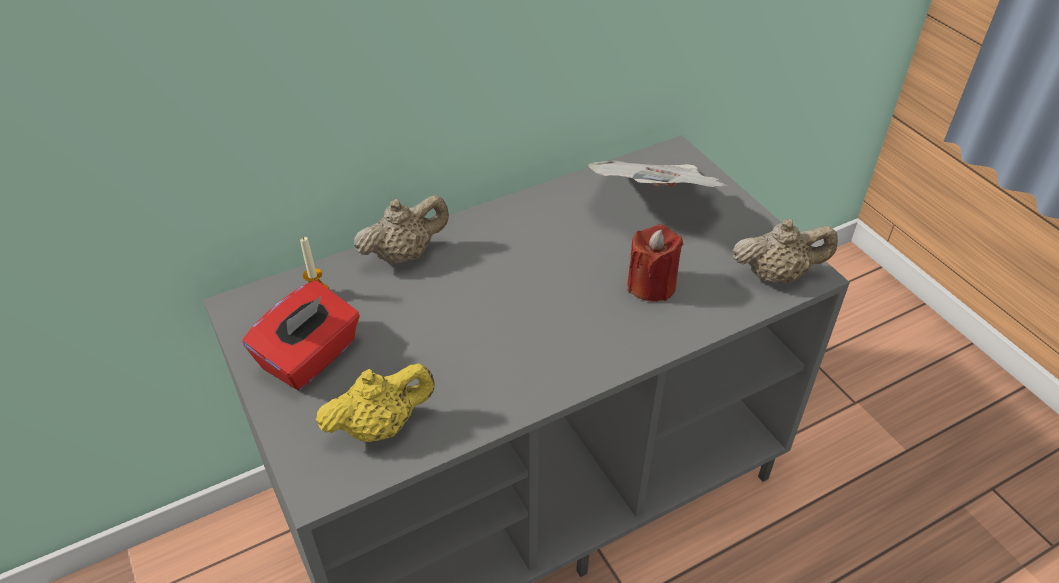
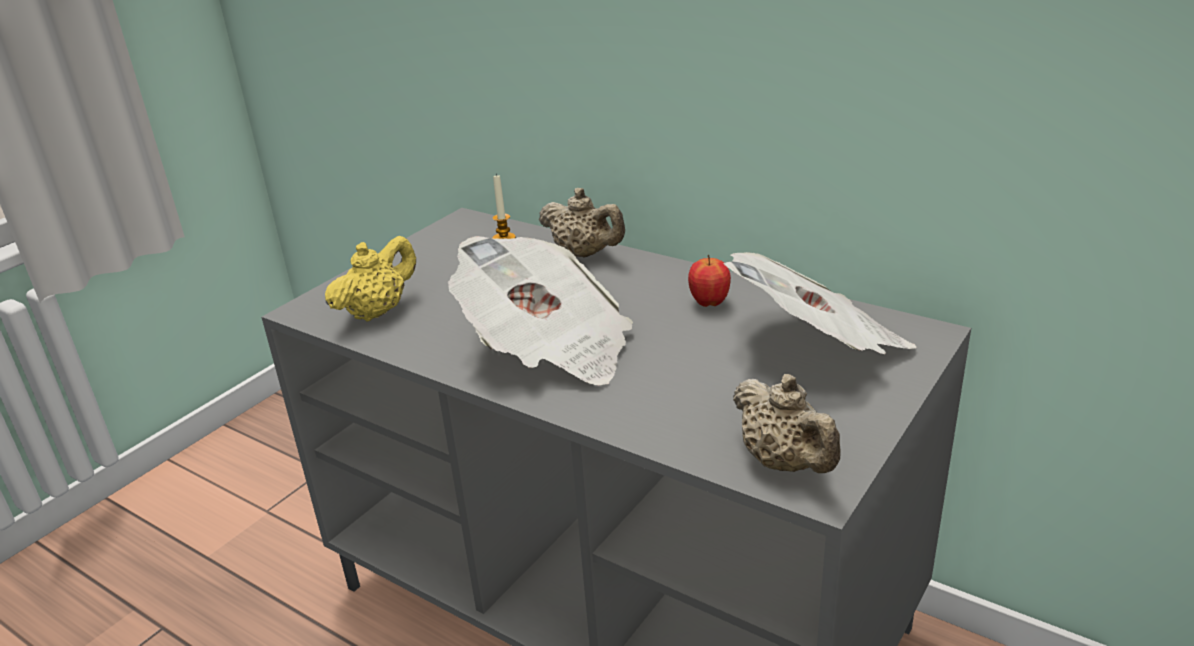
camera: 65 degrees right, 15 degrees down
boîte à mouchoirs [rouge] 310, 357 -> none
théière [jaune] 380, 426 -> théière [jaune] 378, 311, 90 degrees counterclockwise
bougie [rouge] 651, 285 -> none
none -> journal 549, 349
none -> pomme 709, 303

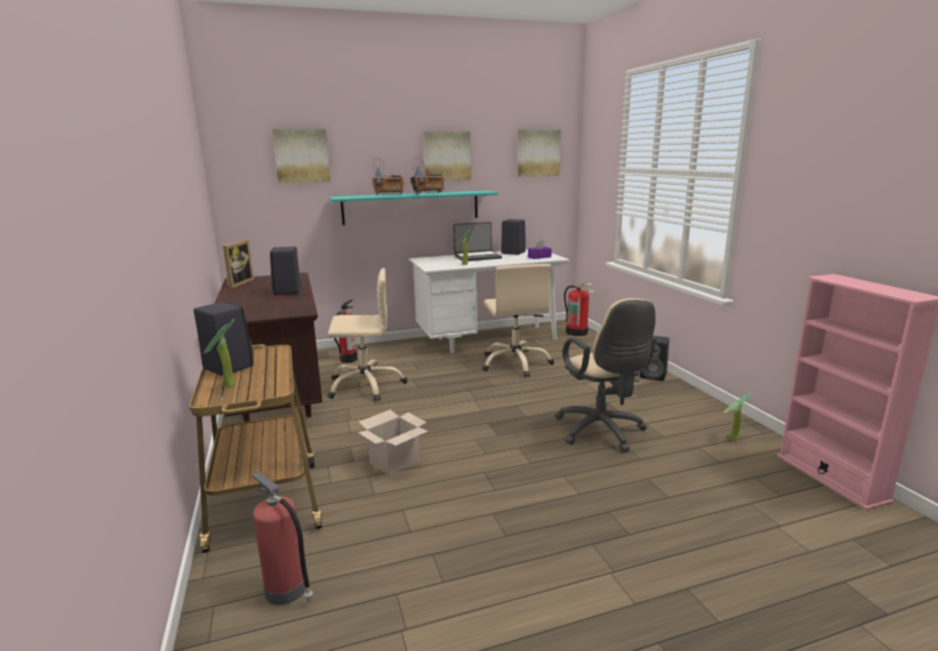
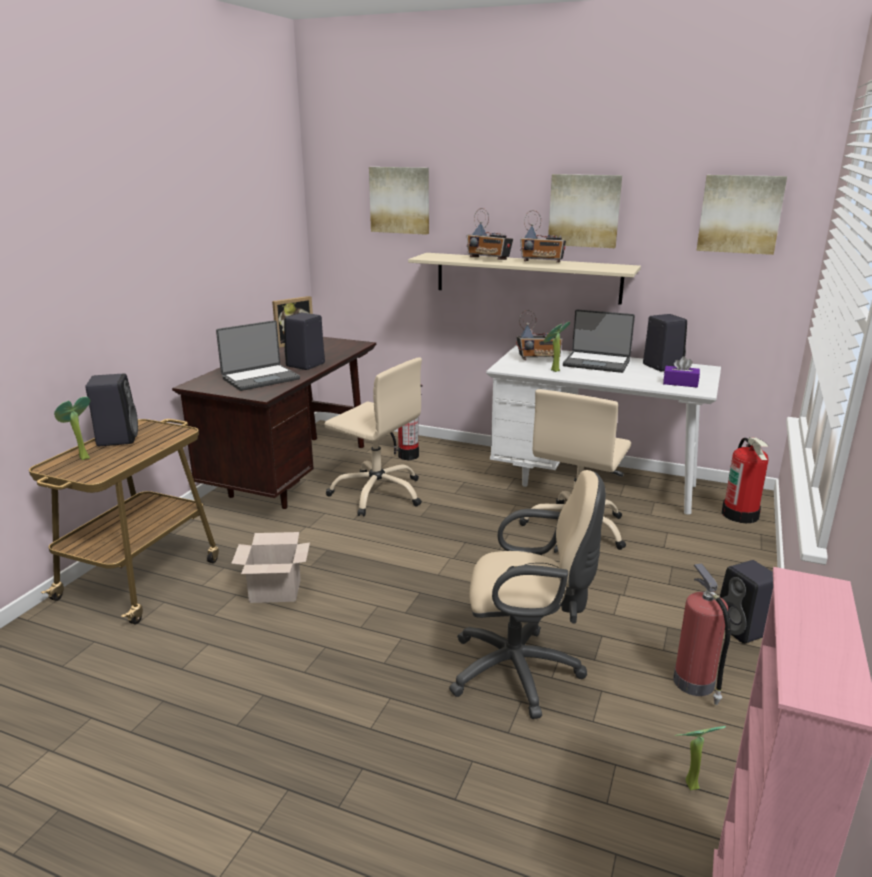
camera: 40 degrees right, 5 degrees up
extincteur 287, 590 -> extincteur 695, 684, shifted
étagère [turquoise] 411, 207 -> étagère [beige] 527, 277
chaise de bureau [beige] 602, 432 -> chaise de bureau [beige] 522, 672, 105 degrees counterclockwise
none -> ordinateur portable 260, 378
none -> radio 539, 359

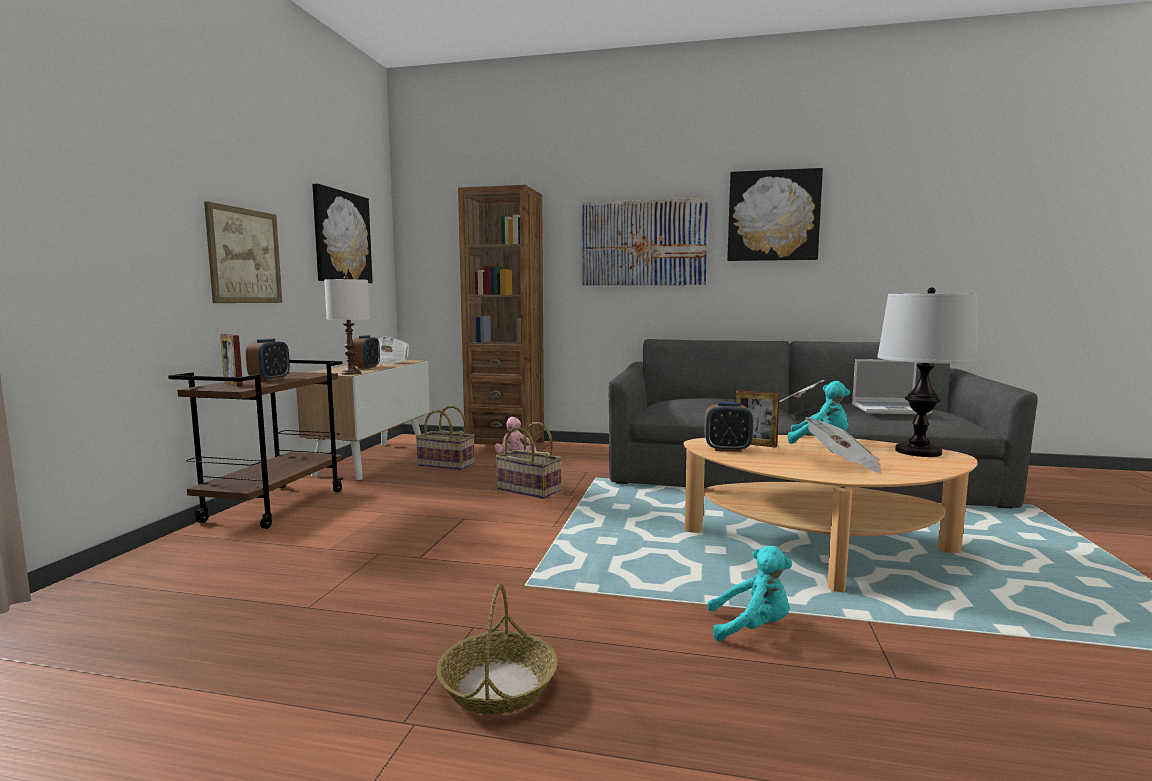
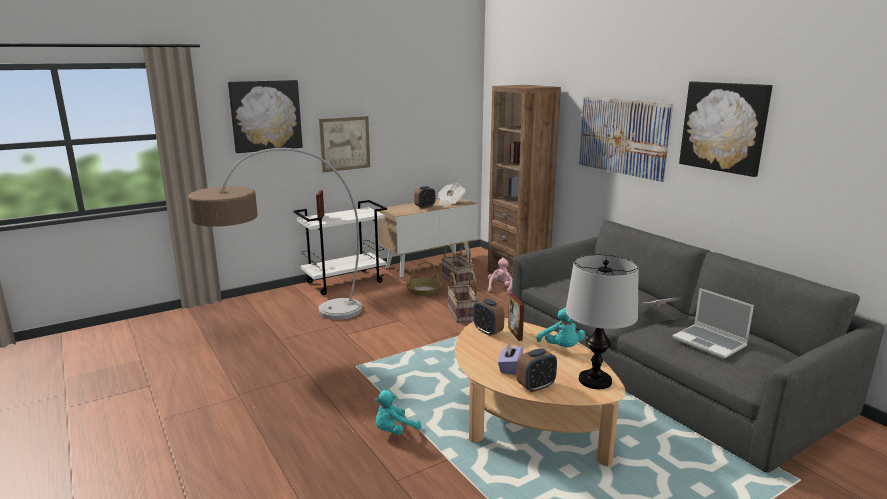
camera: 45 degrees right, 10 degrees up
chariot [marron] 275, 505 -> chariot [blanc] 345, 282
réveil 270, 379 -> réveil 536, 386, shifted
tableau 341, 237 -> tableau 266, 115, shifted
lampe de table [blanc] 351, 373 -> none
panier 498, 685 -> panier 423, 291, shifted
peluche [turquoise] 752, 628 -> peluche [turquoise] 394, 431, 90 degrees clockwise
journal 843, 465 -> boîte à mouchoirs [violet] 510, 367
none -> lampadaire 283, 325

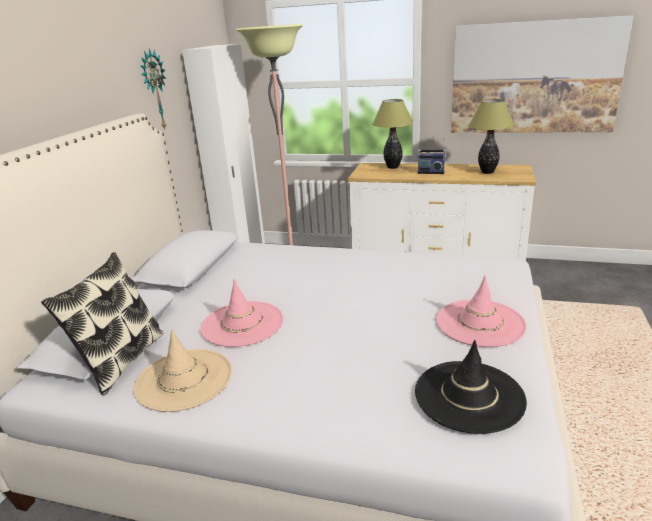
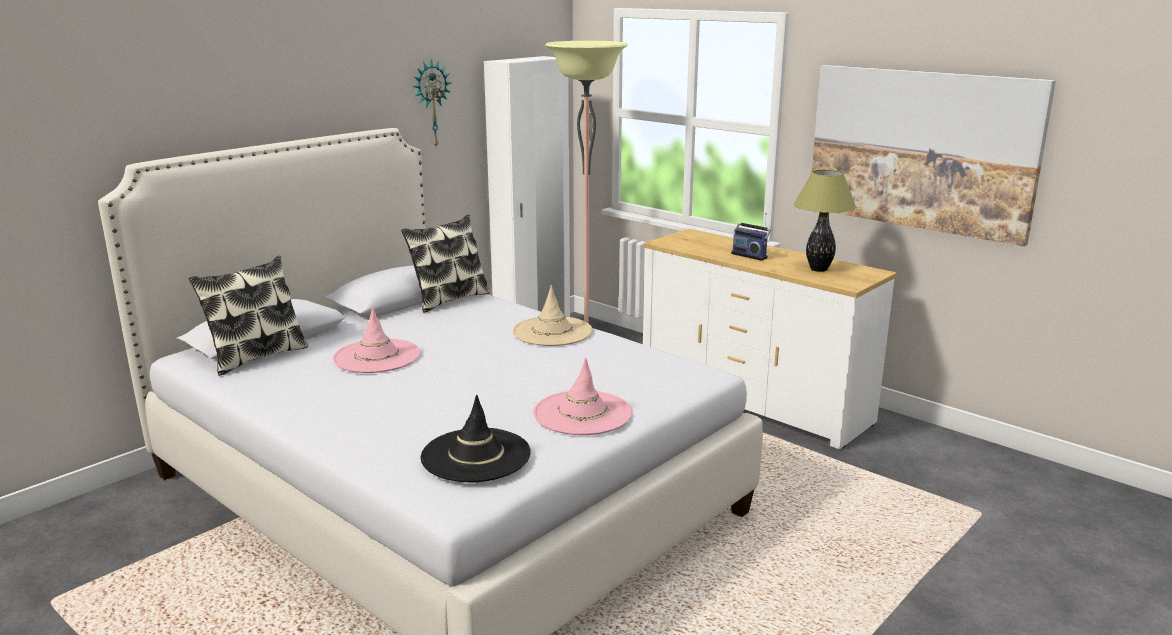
camera: 25 degrees right, 5 degrees down
chapeau [beige] 184, 380 -> chapeau [beige] 552, 332, shifted
lampe de table 393, 167 -> none
none -> coussin 449, 299

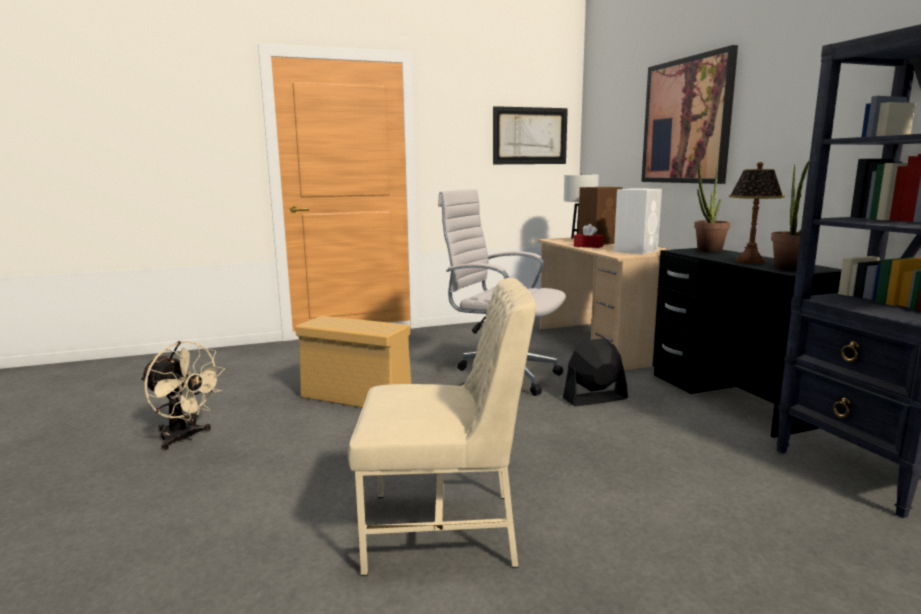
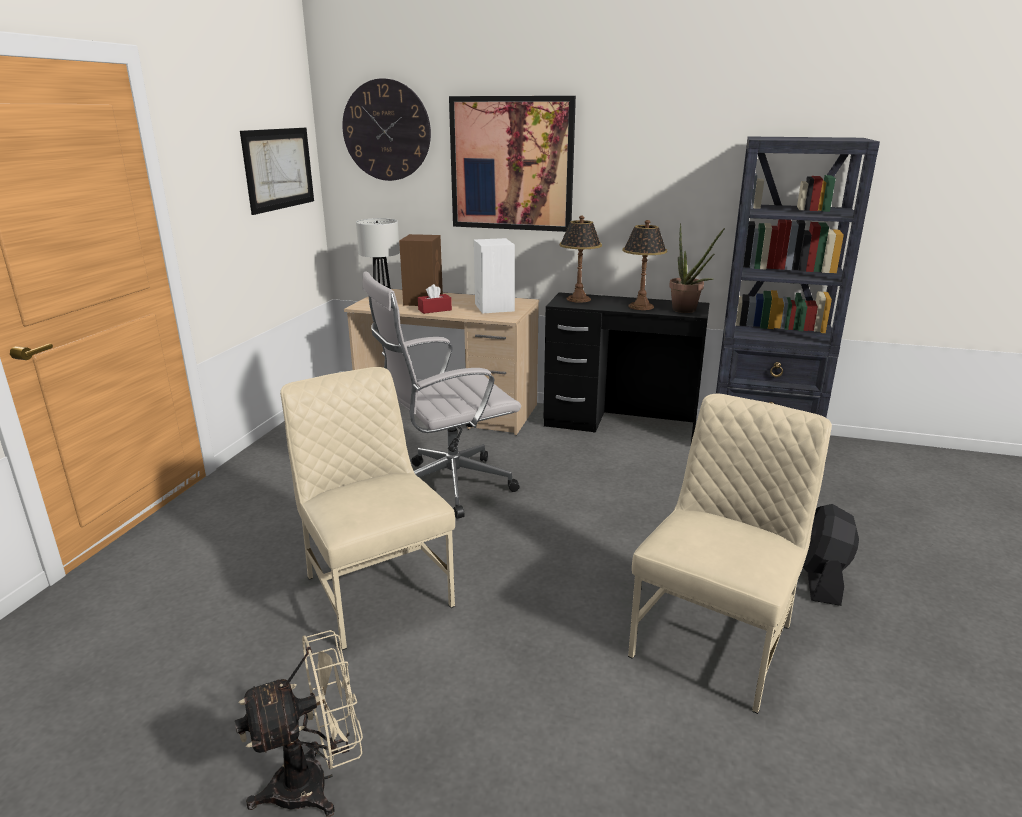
camera: 55 degrees left, 10 degrees up
boîte de rangement [beige] 358, 397 -> chaise [beige] 375, 590
ventilateur [noir] 594, 399 -> ventilateur [noir] 821, 579, shifted
plante en pot 707, 251 -> lampe de table 578, 299
none -> horloge murale 386, 130

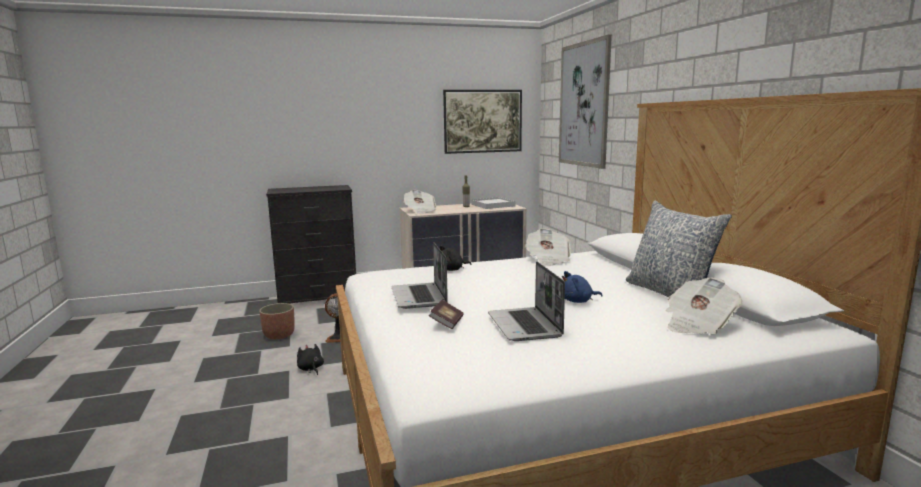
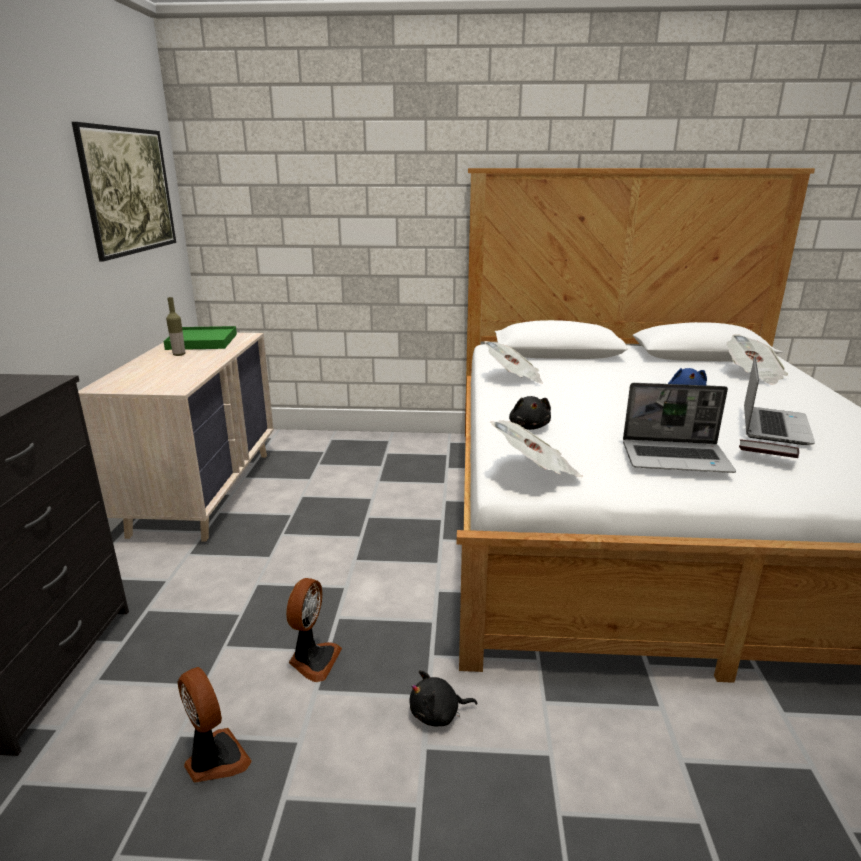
camera: 70 degrees left, 10 degrees up
cache-pot 279, 335 -> ventilateur 214, 759
journal 420, 211 -> journal 535, 470, shifted
plateau [blanc] 493, 205 -> plateau [vert] 202, 341
ordinateur portable 525, 326 -> ordinateur portable 773, 426, 75 degrees counterclockwise
tableau 584, 104 -> none
coussin 670, 293 -> none

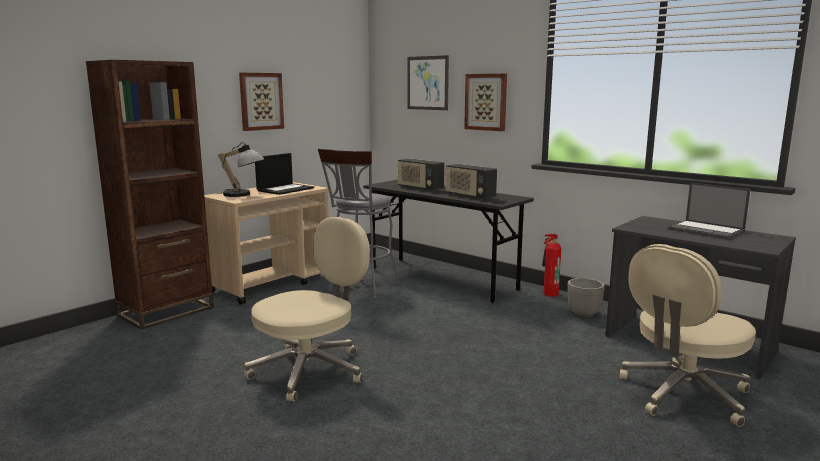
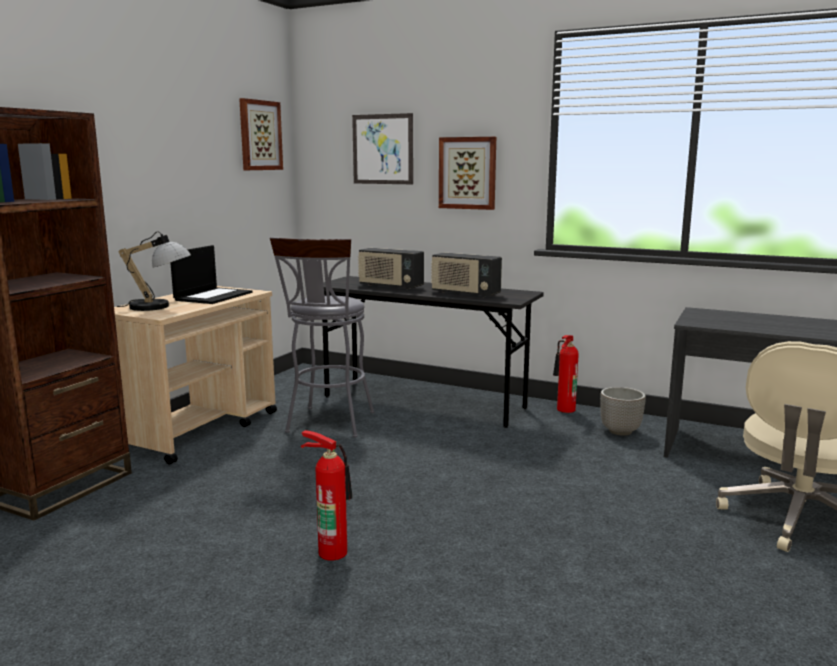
camera: 15 degrees left, 0 degrees up
tableau 261, 101 -> tableau 259, 135, shifted
chaise de bureau [beige] 311, 370 -> extincteur 332, 551
ordinateur portable 707, 230 -> none

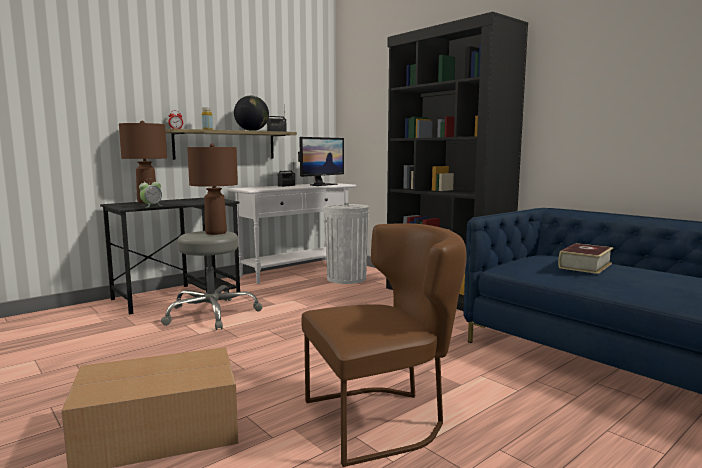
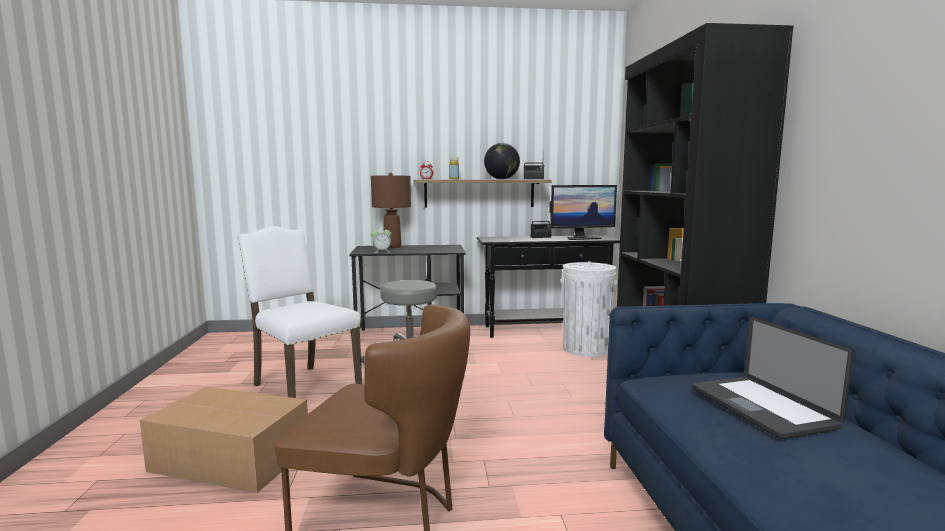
camera: 35 degrees right, 0 degrees up
lampe de table [marron] 215, 233 -> none
table console [blanc] 296, 271 -> table console [noir] 546, 330
livre 585, 265 -> ordinateur portable 760, 408
none -> chaise [blanc] 303, 385

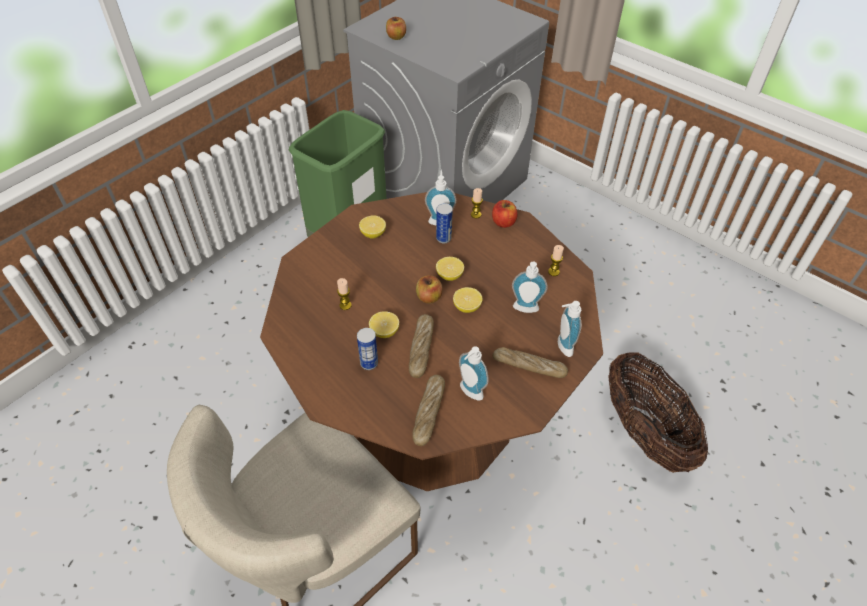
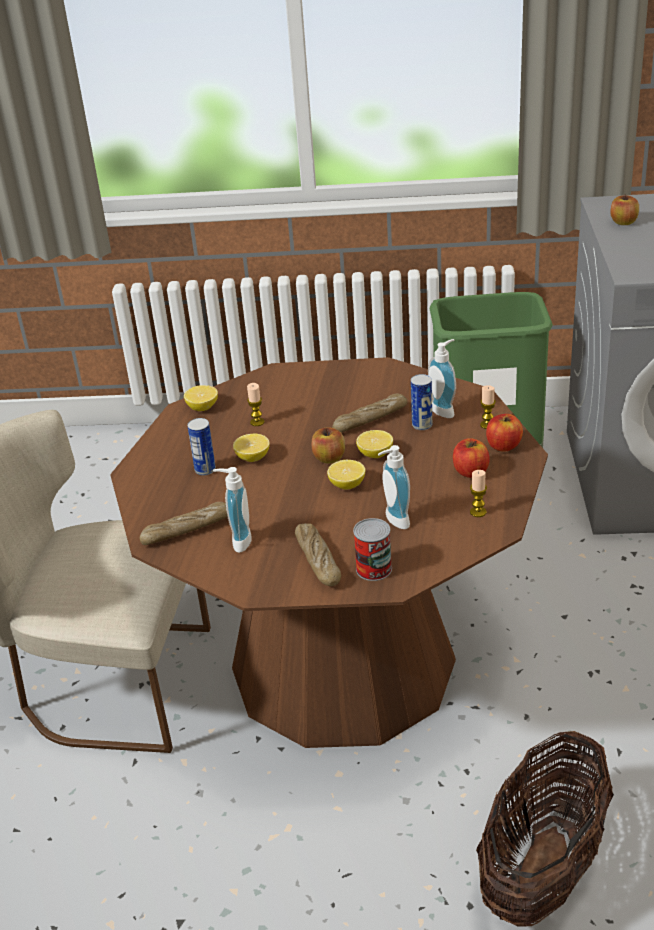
camera: 55 degrees right, 15 degrees down
citron 373, 234 -> citron 202, 407, shifted
pain 421, 349 -> pain 370, 420, shifted
distributeur de savon 562, 346 -> boîte métallique 374, 569
none -> pomme 470, 471

